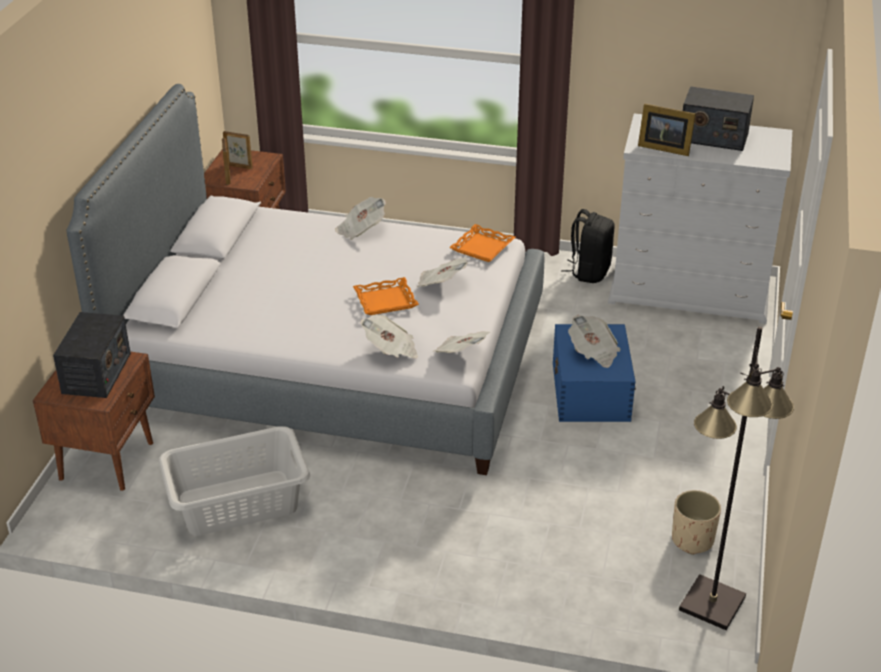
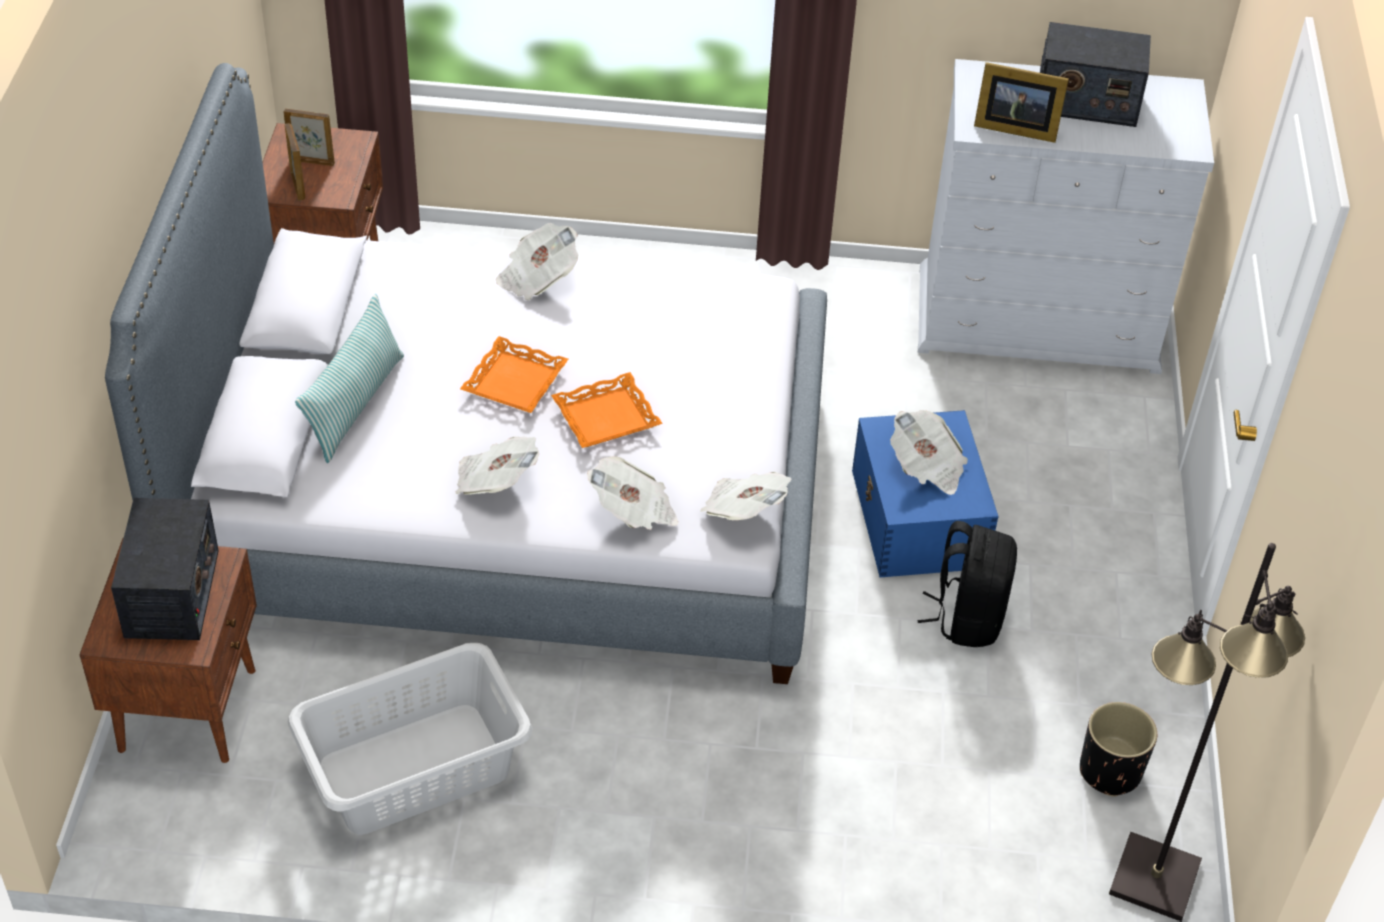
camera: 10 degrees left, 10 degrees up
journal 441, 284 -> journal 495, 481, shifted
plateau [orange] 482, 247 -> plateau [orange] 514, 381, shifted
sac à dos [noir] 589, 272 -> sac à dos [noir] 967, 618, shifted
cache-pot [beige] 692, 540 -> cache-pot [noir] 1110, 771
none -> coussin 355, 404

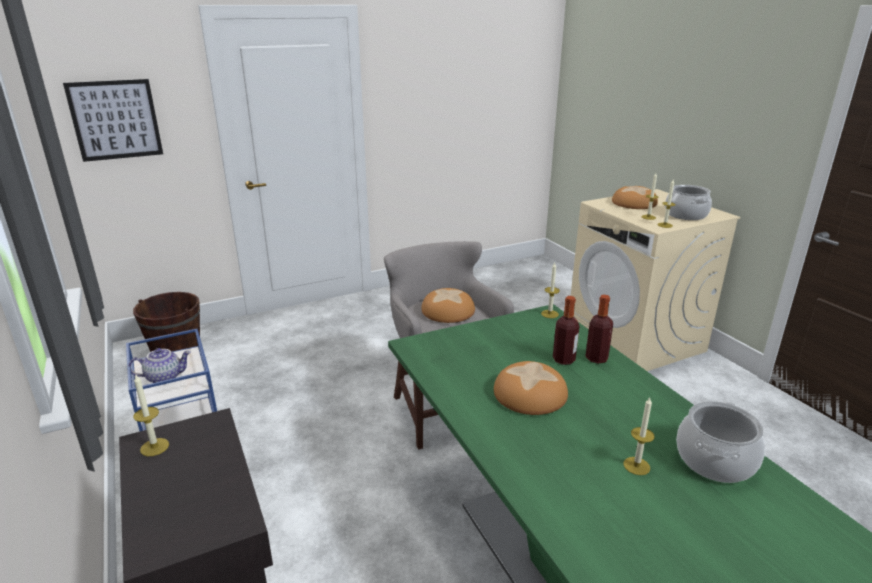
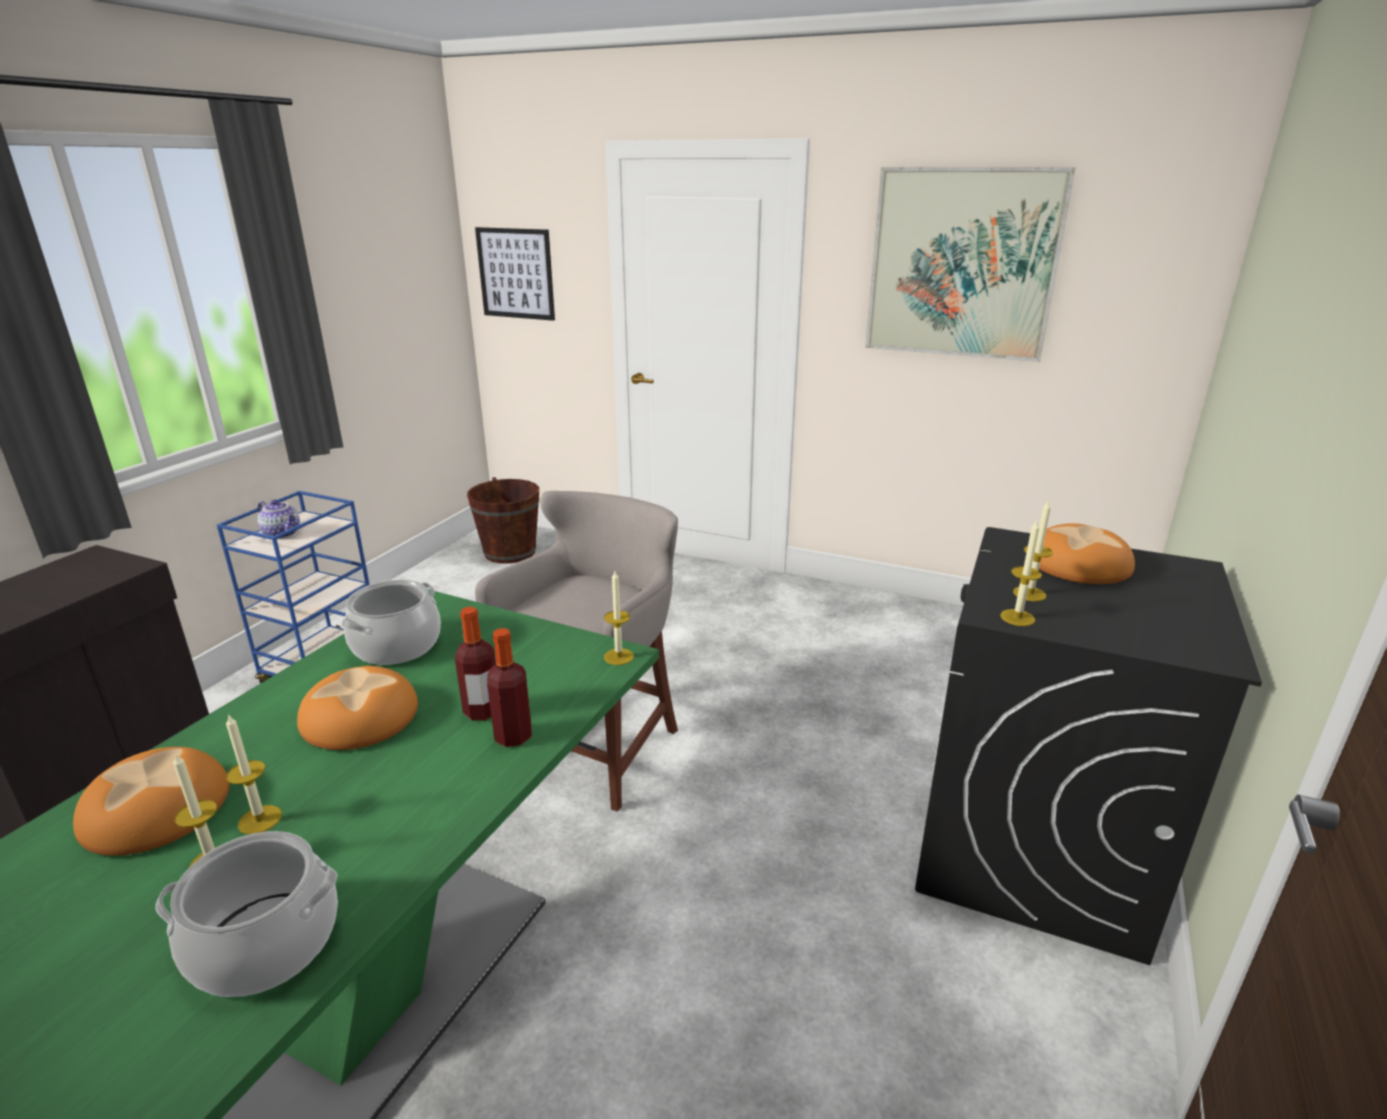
camera: 50 degrees right, 0 degrees up
bougie 154, 447 -> bougie 260, 819, shifted
pain 448, 311 -> pain 155, 810, shifted
lave-linge [beige] 635, 339 -> lave-linge [noir] 1034, 848
marmite 686, 215 -> marmite 397, 646, shifted
none -> tableau 962, 264

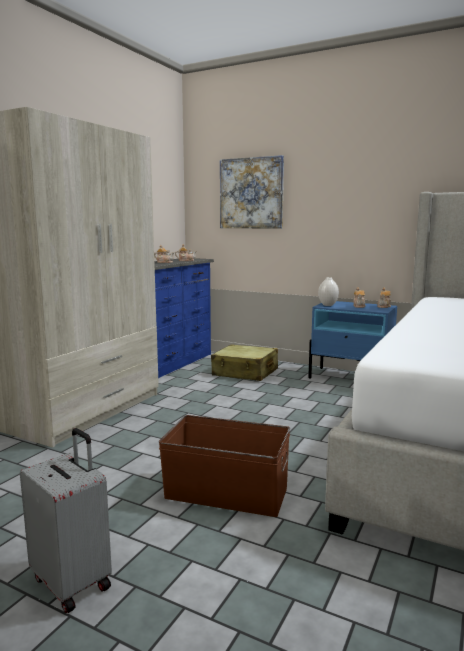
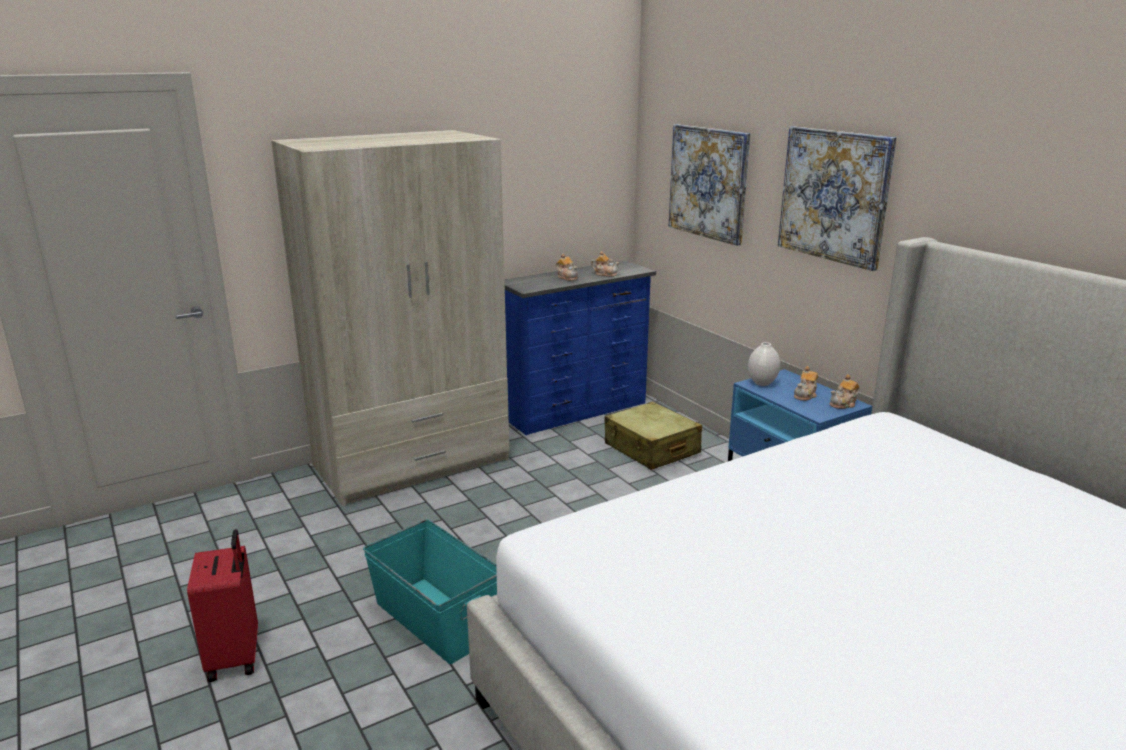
camera: 30 degrees right, 10 degrees up
valise [gris] 73, 581 -> valise [rouge] 236, 657
boîte de rangement [marron] 226, 492 -> boîte de rangement [turquoise] 436, 617
none -> tableau 834, 196

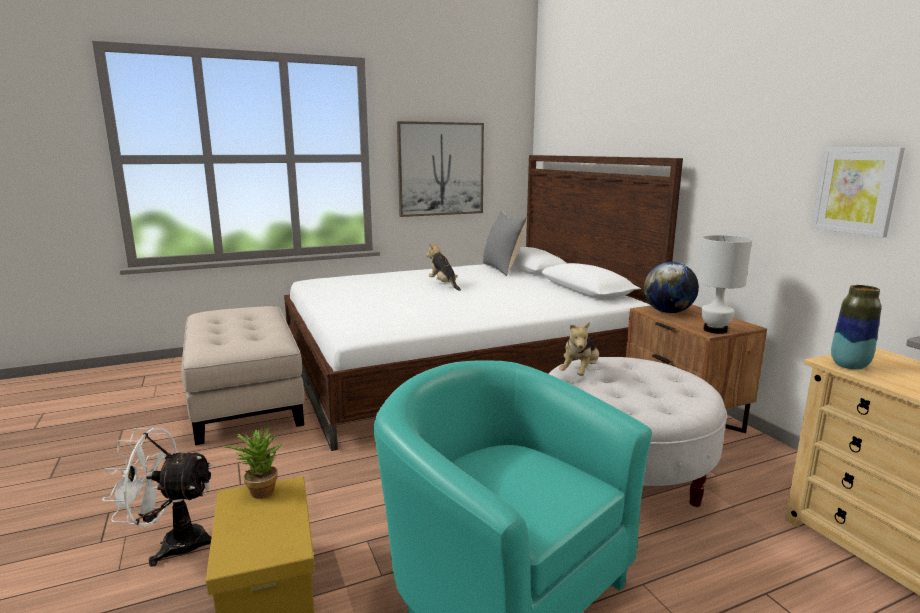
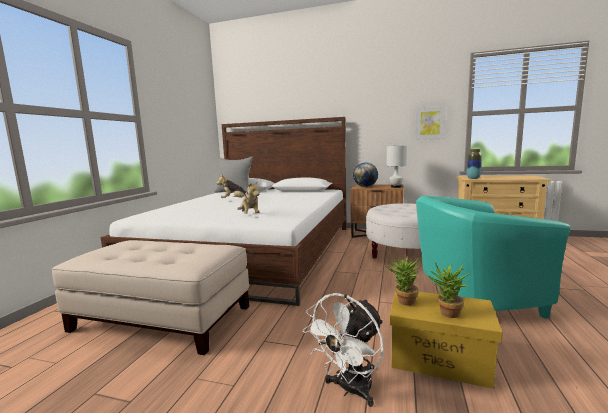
camera: 50 degrees left, 5 degrees down
tableau 441, 169 -> none
peluche 580, 372 -> peluche 249, 215, shifted
none -> plante en pot 447, 314

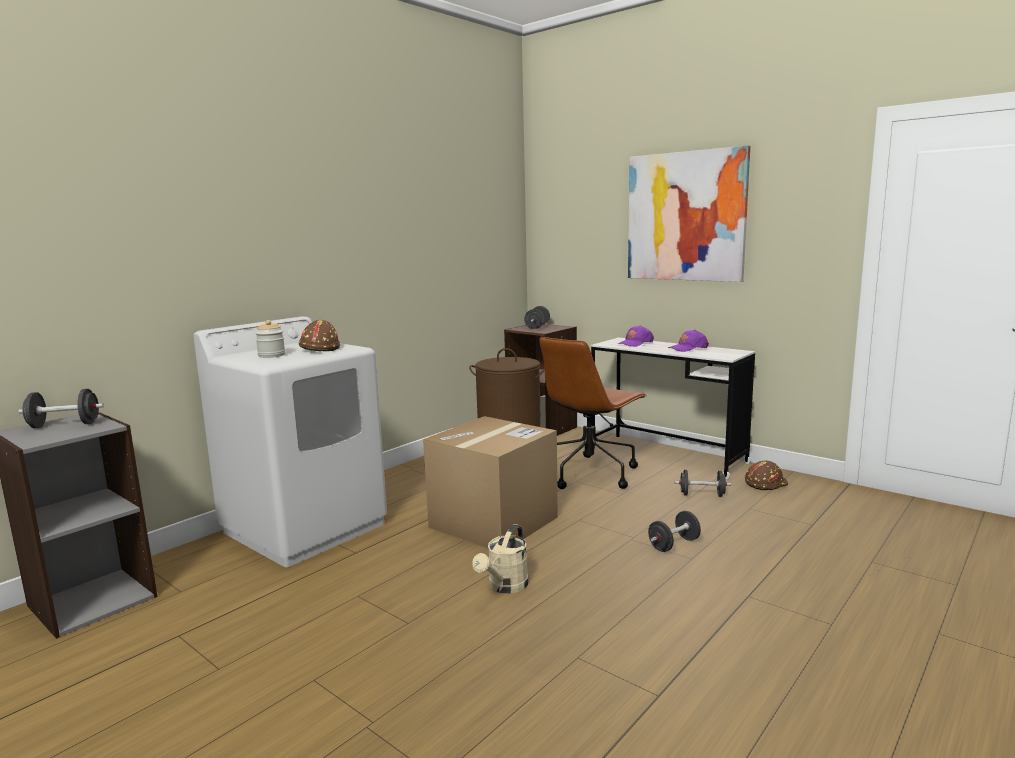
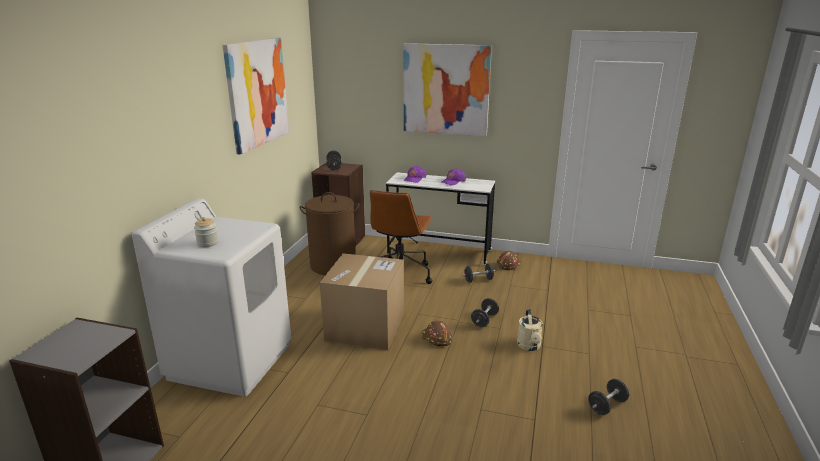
camera: 25 degrees left, 10 degrees up
haltère [noir] 64, 425 -> haltère [noir] 607, 406, shifted
casque de chantier [marron] 319, 348 -> casque de chantier [marron] 436, 339, shifted
arrosoir [beige] 505, 587 -> arrosoir [beige] 529, 346, shifted
none -> tableau 257, 93

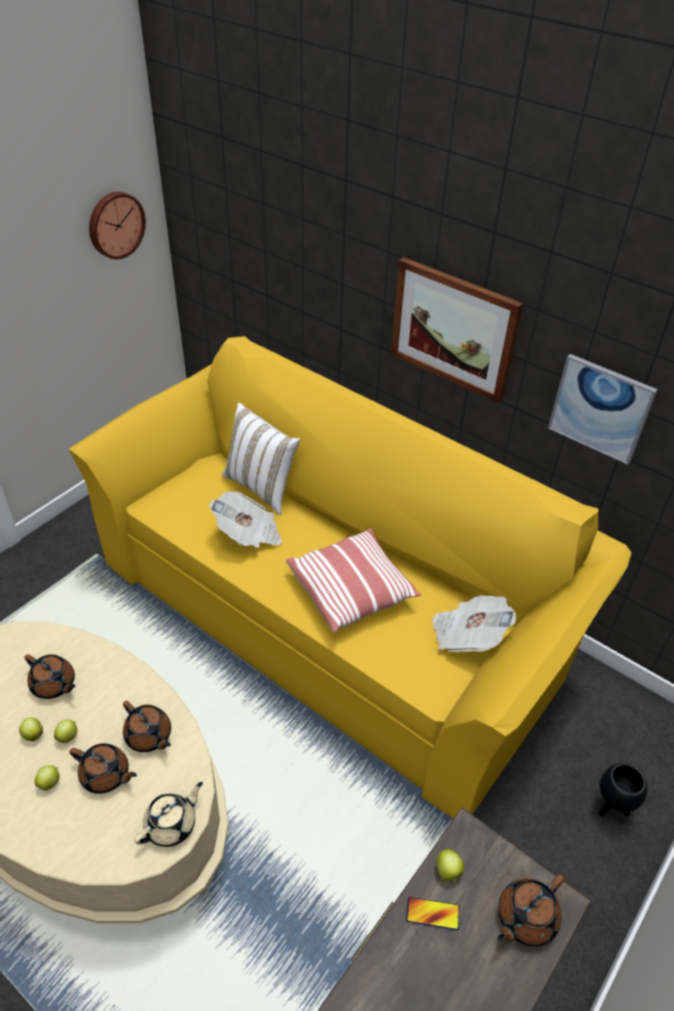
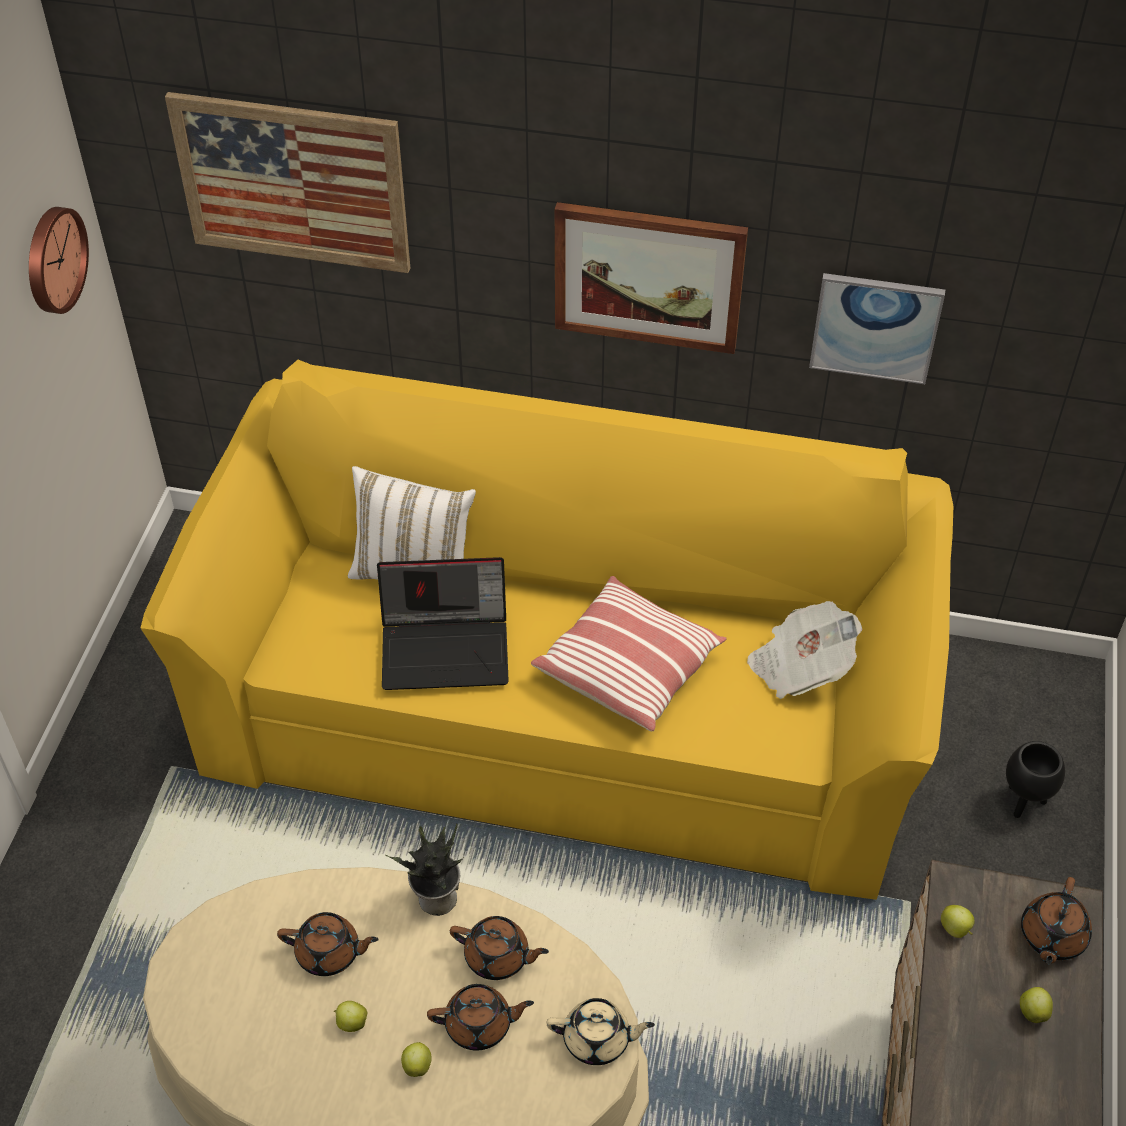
camera: 25 degrees left, 5 degrees up
pomme 68, 736 -> pomme 1032, 1011, shifted
théière [beige] 172, 824 -> théière [beige] 598, 1039, 75 degrees clockwise
journal 248, 534 -> ordinateur portable 447, 647
téléphone 432, 914 -> none
none -> tableau 292, 182
none -> plante en pot 436, 899

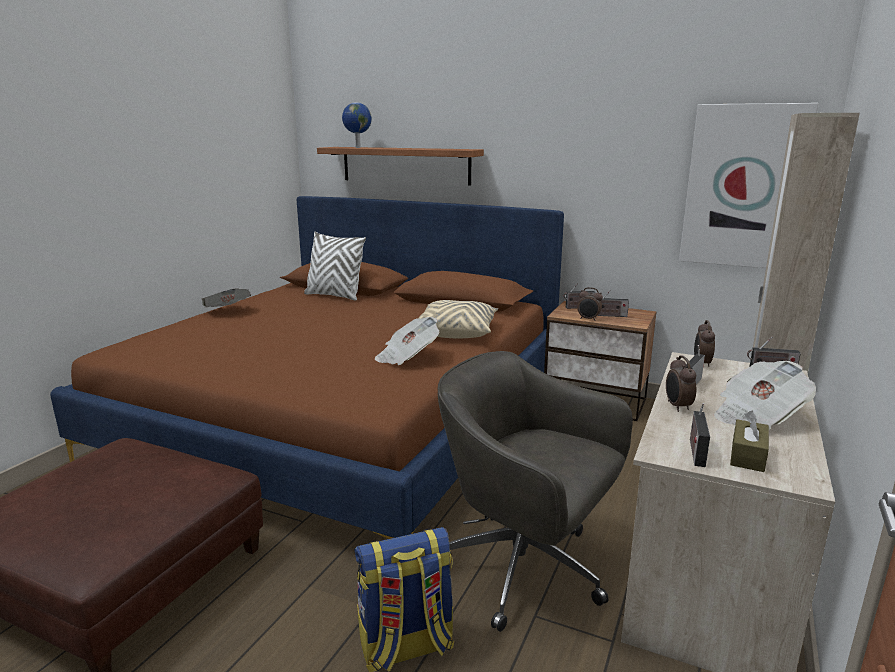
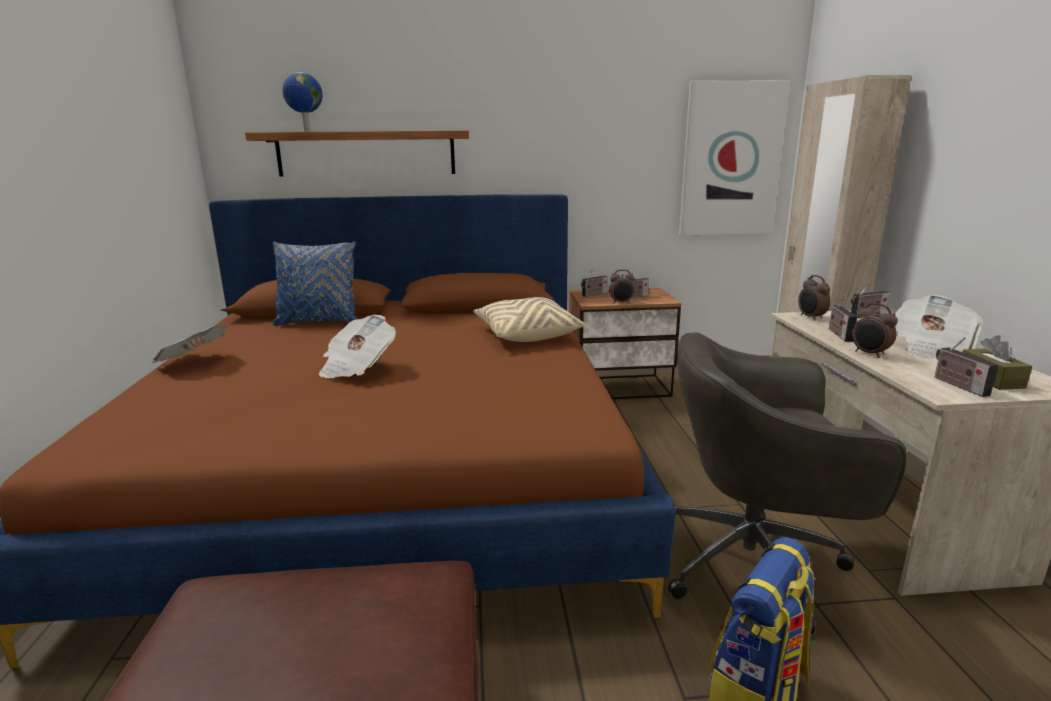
camera: 30 degrees left, 0 degrees up
coussin [blanc] 334, 296 -> coussin [bleu] 318, 321
journal 407, 357 -> journal 357, 366, shifted

